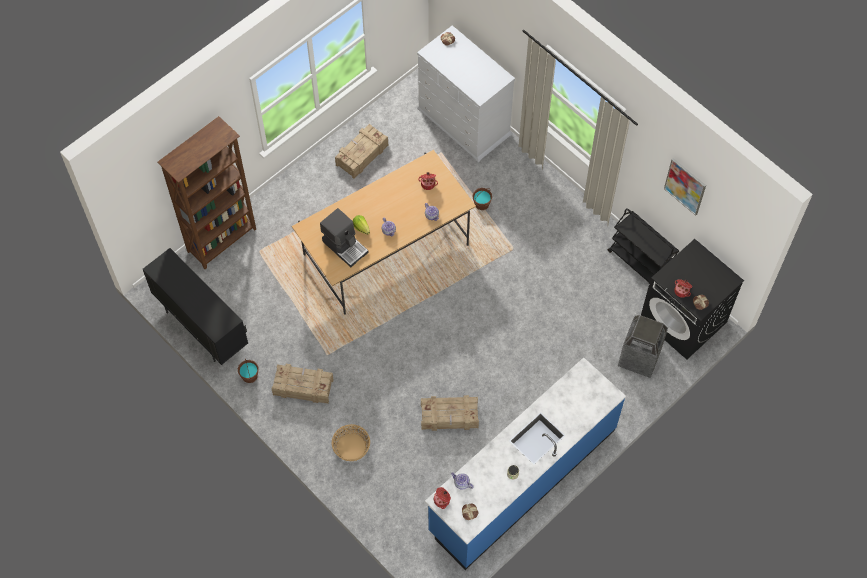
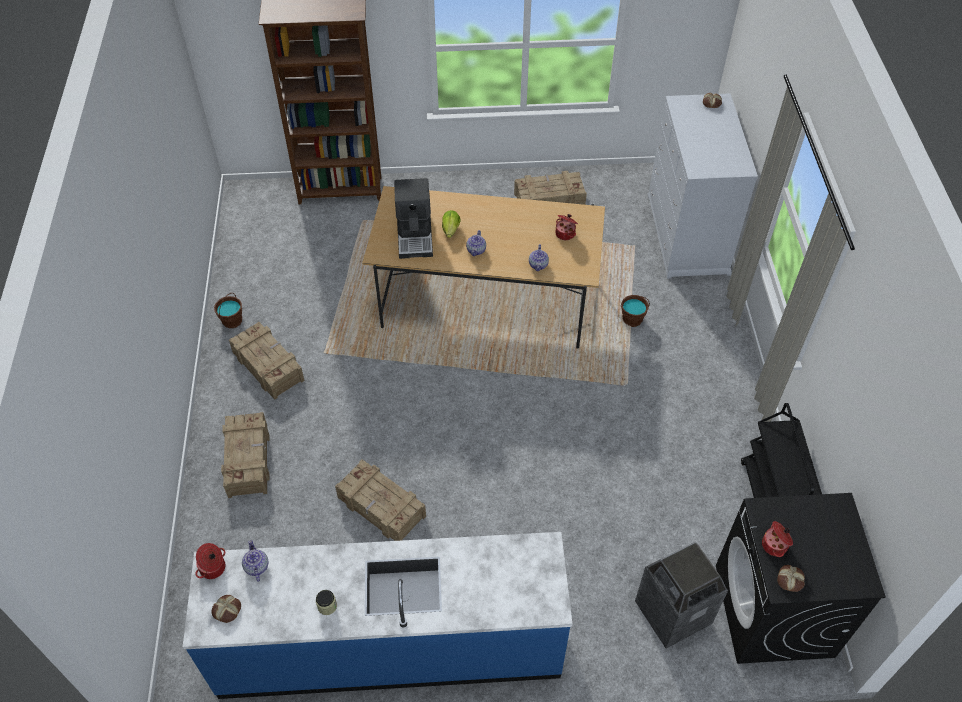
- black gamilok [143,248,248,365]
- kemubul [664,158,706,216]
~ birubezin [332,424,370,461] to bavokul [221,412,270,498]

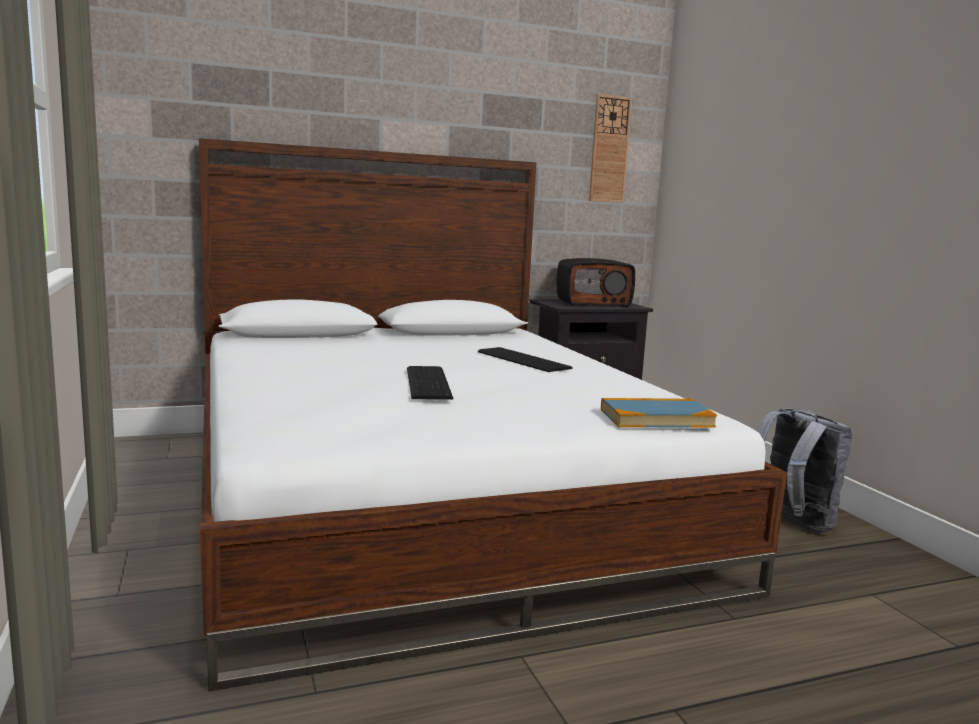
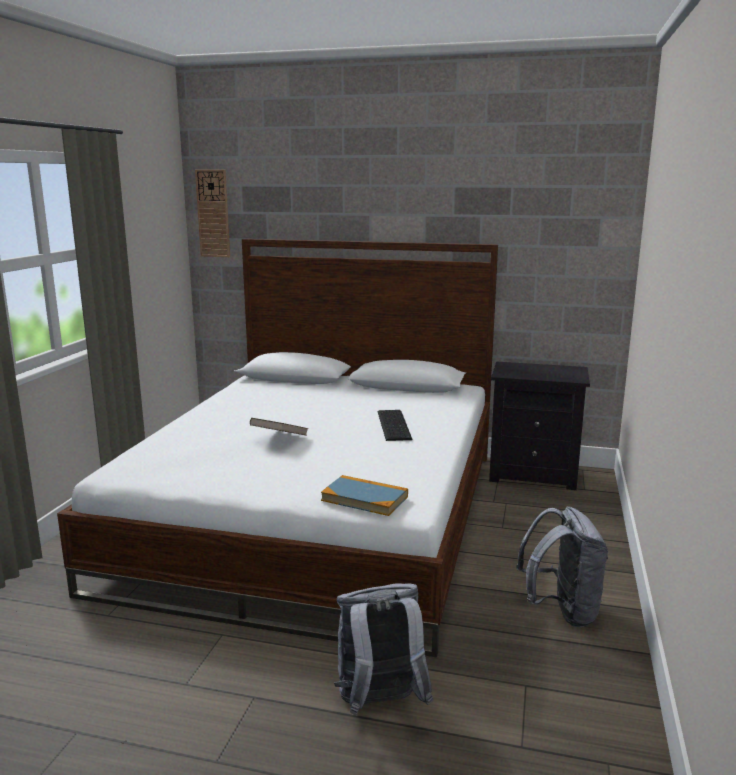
- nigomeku [557,258,635,307]
+ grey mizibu [334,583,434,715]
~ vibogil [589,94,632,203] to [195,170,230,257]
~ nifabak [407,366,453,400] to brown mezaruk [250,418,308,436]

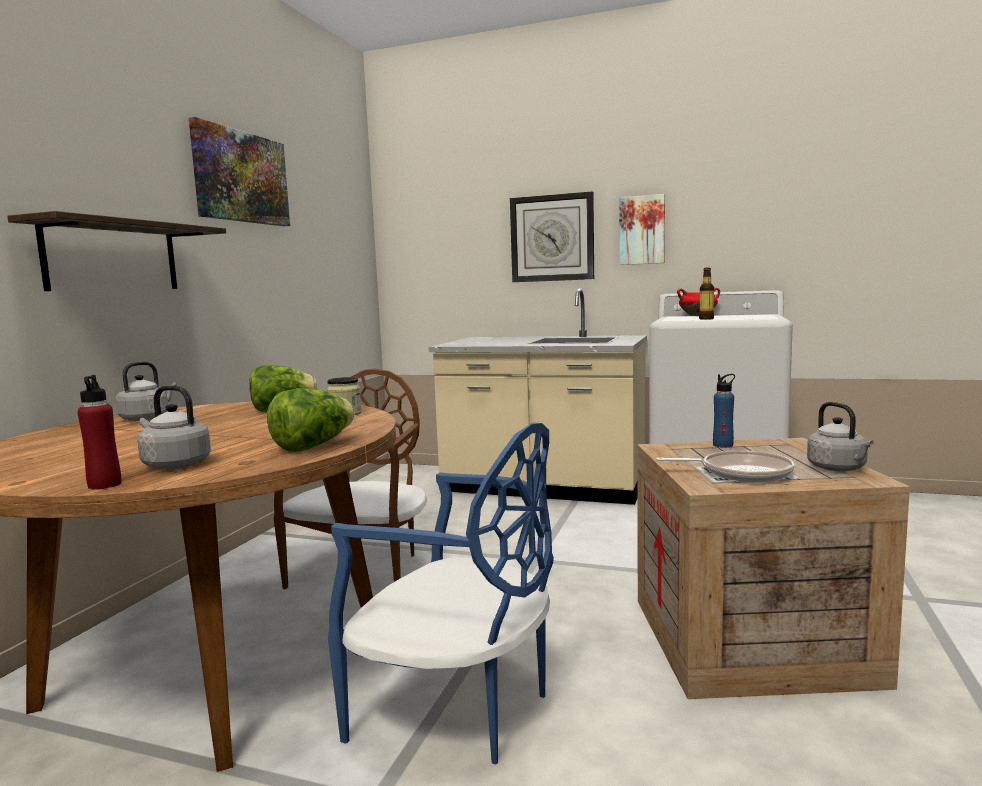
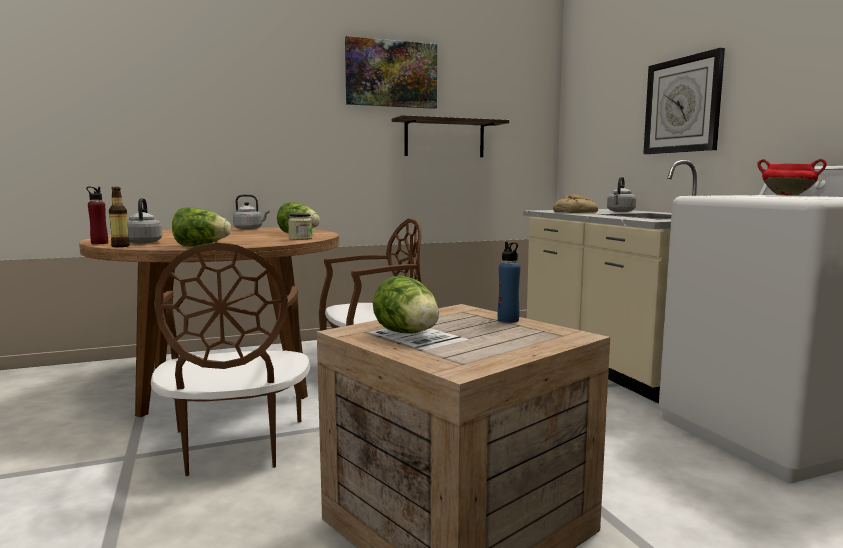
- kemubul [619,194,665,265]
+ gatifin [553,195,598,213]
~ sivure [7,211,226,291] to [392,115,509,157]
~ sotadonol [699,267,714,320] to [109,187,130,247]
~ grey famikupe [807,402,874,471] to [607,177,636,212]
~ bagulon [656,450,795,482] to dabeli [373,275,439,334]
~ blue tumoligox [328,422,554,765] to brown tumoligox [151,243,310,476]

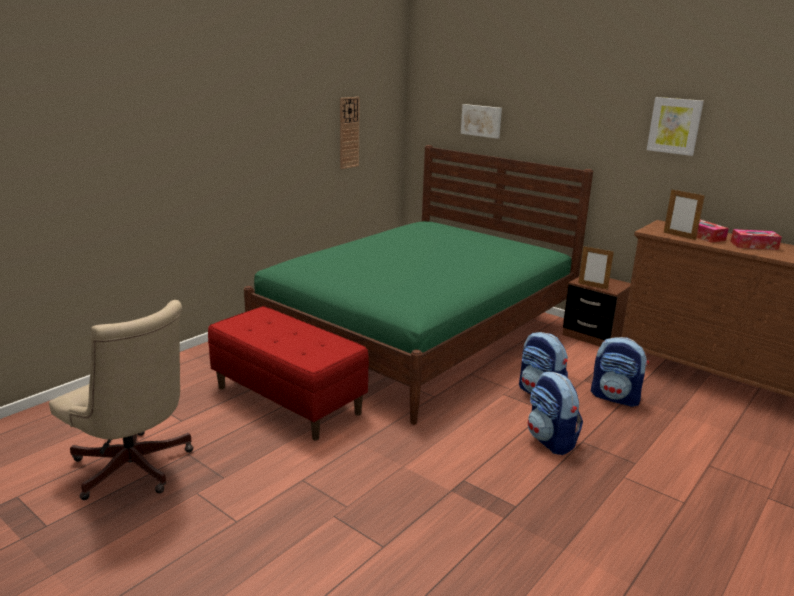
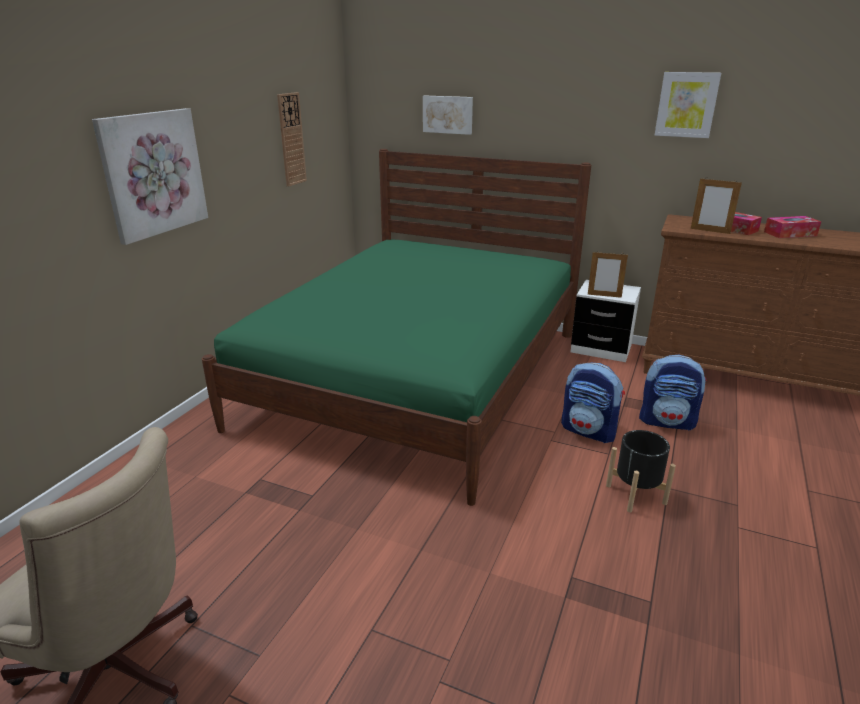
- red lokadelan [208,306,369,440]
+ kemubul [92,108,208,245]
~ mizibu [528,372,583,455] to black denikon [606,430,676,513]
~ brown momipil [563,277,631,346] to white momipil [571,280,641,362]

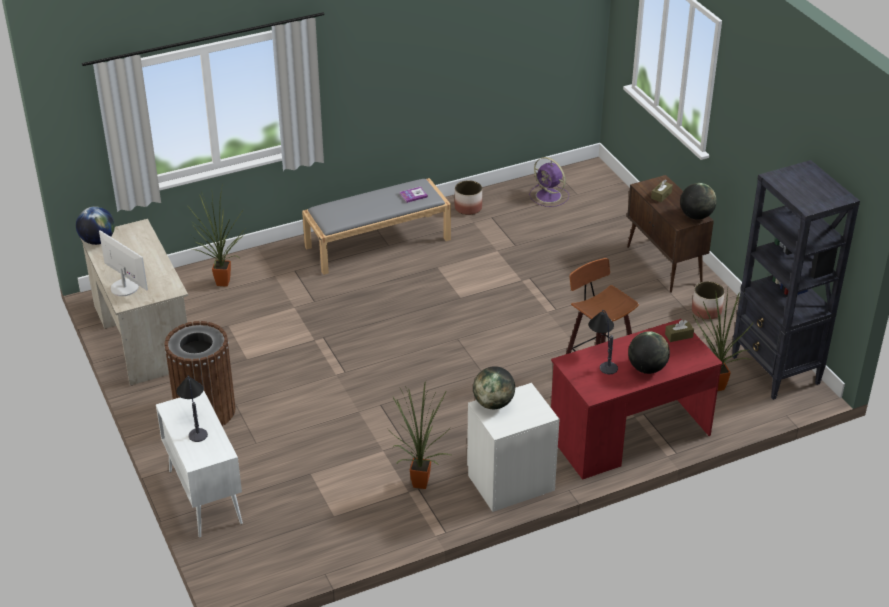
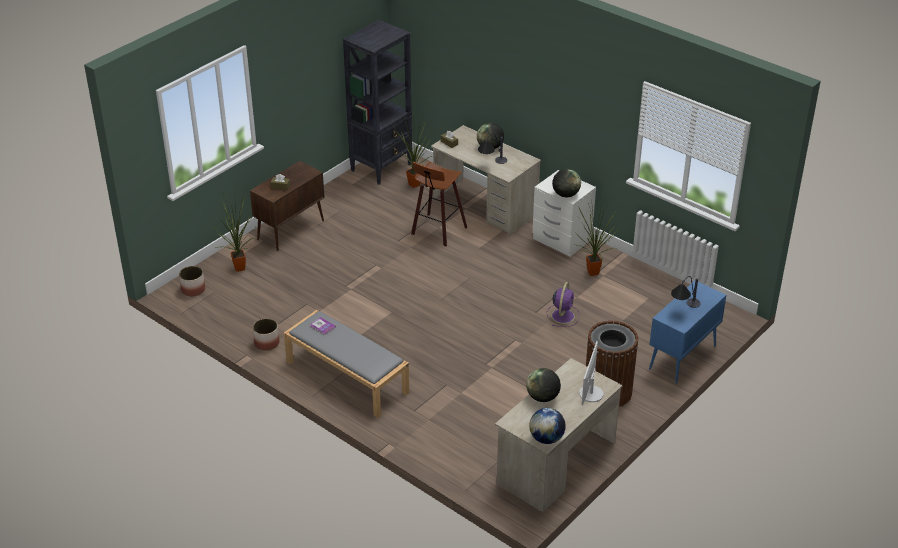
~ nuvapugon [187,183,245,287] to [215,186,255,272]
~ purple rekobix [529,157,569,207] to [547,282,580,327]
~ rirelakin [680,183,717,220] to [526,368,561,402]
~ denikon [692,281,725,320] to [179,266,205,296]
~ white gamilok [156,391,243,538] to blue gamilok [649,281,726,384]
~ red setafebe [551,319,723,480] to beige setafebe [431,125,541,236]

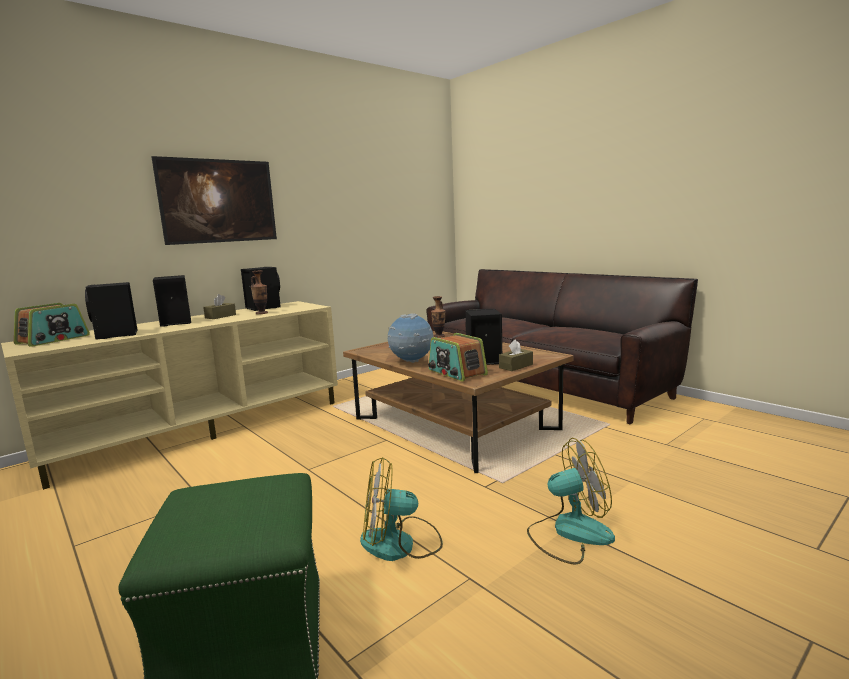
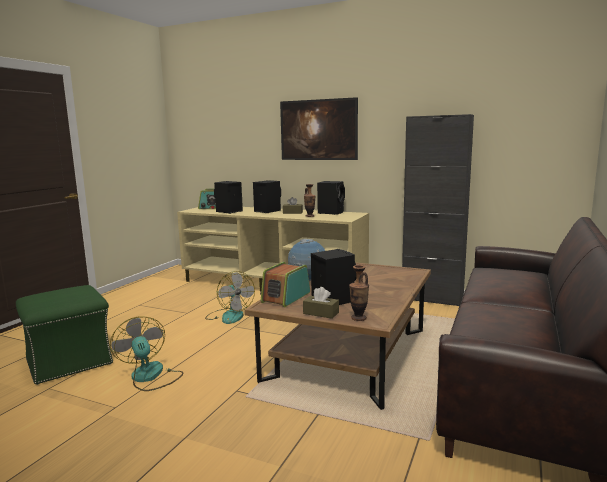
+ black gamilok [402,114,474,307]
~ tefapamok [431,296,445,338] to [349,265,369,321]
~ rekobix [527,438,615,565] to [205,271,255,324]

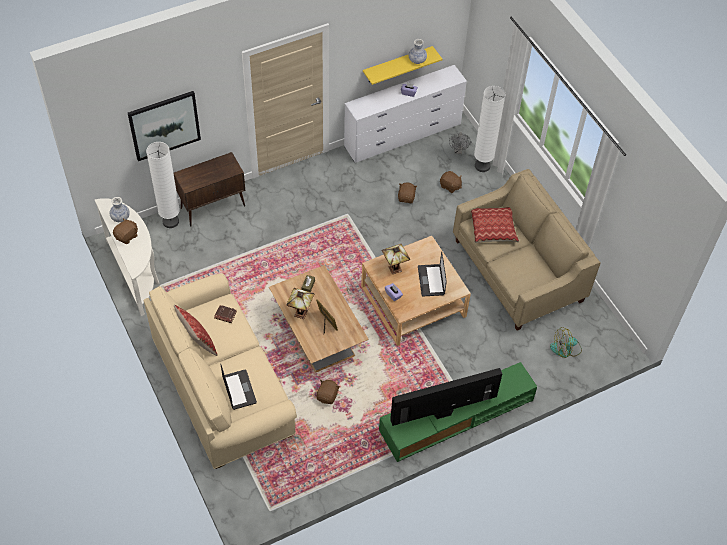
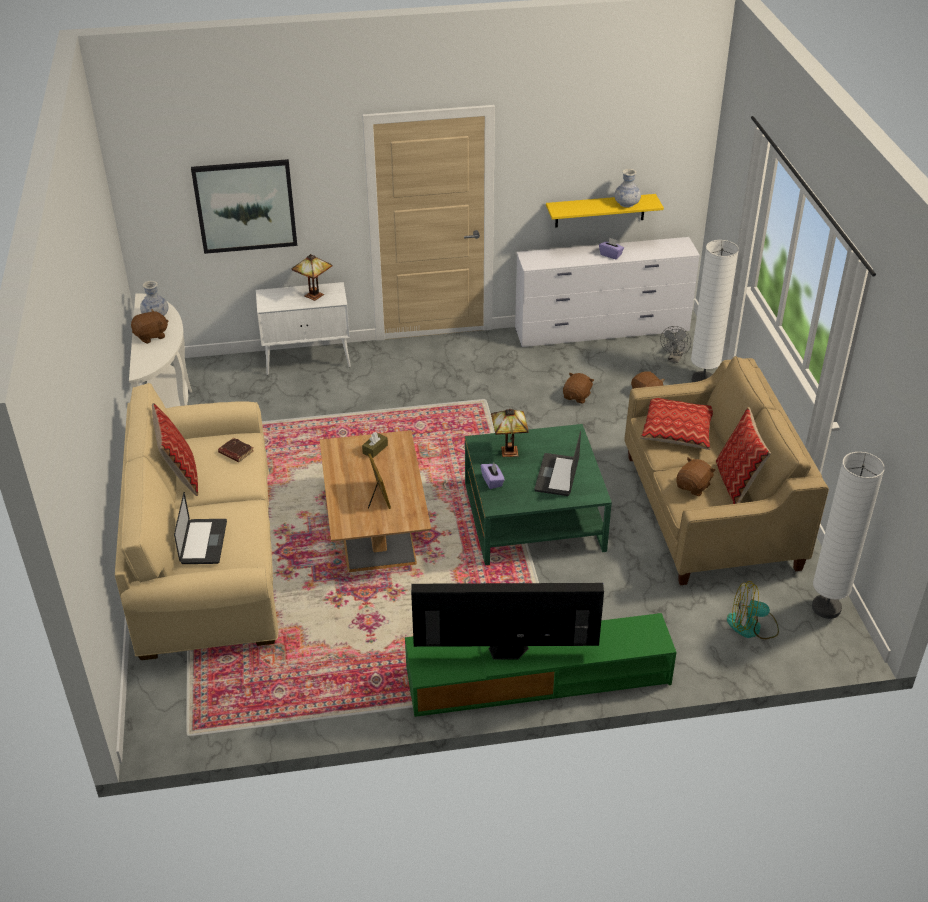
+ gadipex [716,407,771,504]
~ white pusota [146,142,180,228] to [812,452,885,619]
~ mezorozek [286,288,315,319] to [292,254,333,301]
~ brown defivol [316,380,340,404] to [676,457,716,496]
~ brown gamilok [173,152,245,227] to white gamilok [256,282,351,375]
~ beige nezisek [361,236,471,346] to green nezisek [465,424,612,565]

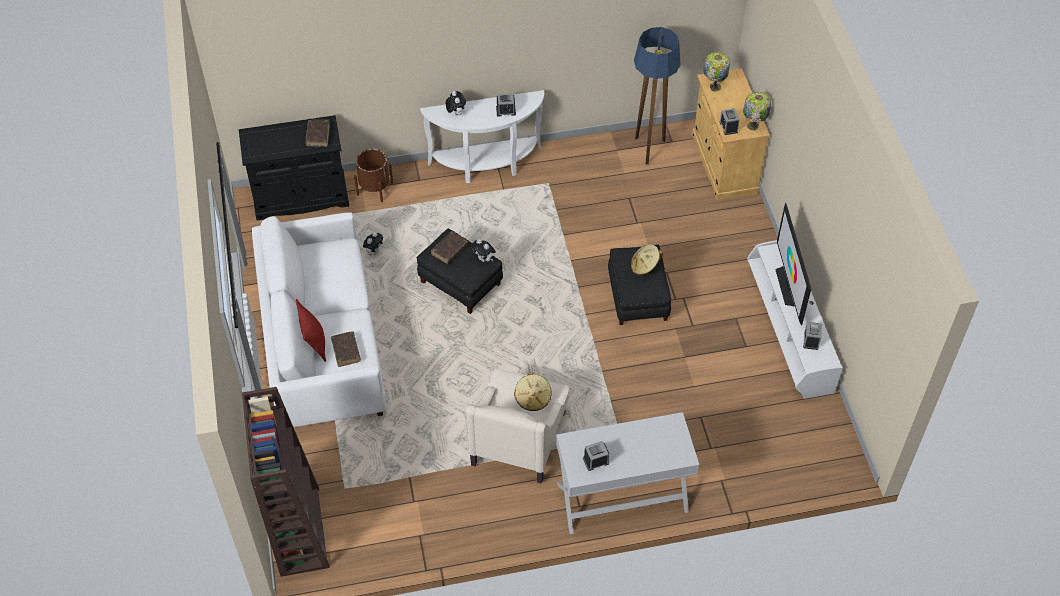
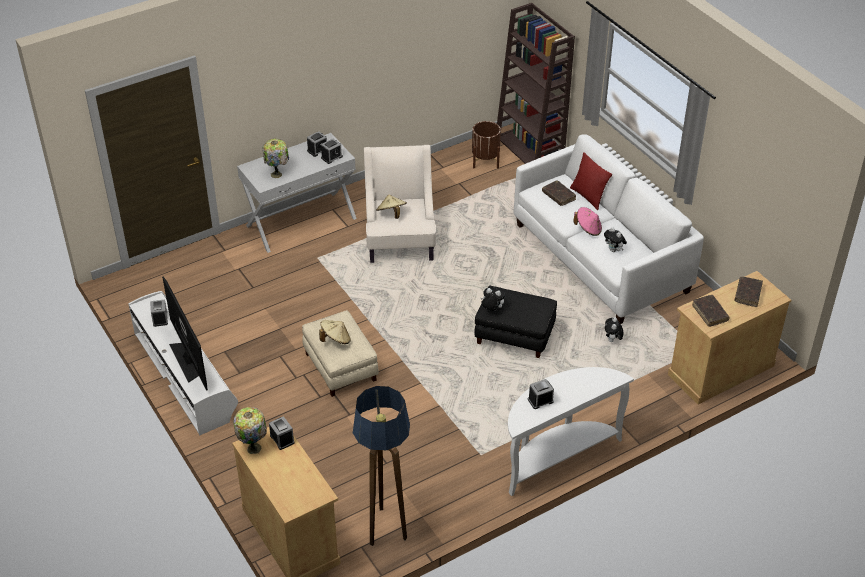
+ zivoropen [321,139,343,164]
+ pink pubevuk [573,207,602,236]
~ brown denikon [354,149,393,202] to [472,121,501,168]
~ brown mezaruk [431,231,468,264] to [735,277,763,307]
~ defivol [446,91,466,115] to [604,227,627,252]
~ mezorozek [703,52,730,92] to [263,139,289,178]
~ black gamilok [239,115,349,221] to beige gamilok [668,271,791,404]
~ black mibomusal [608,245,671,325] to beige mibomusal [302,310,379,397]

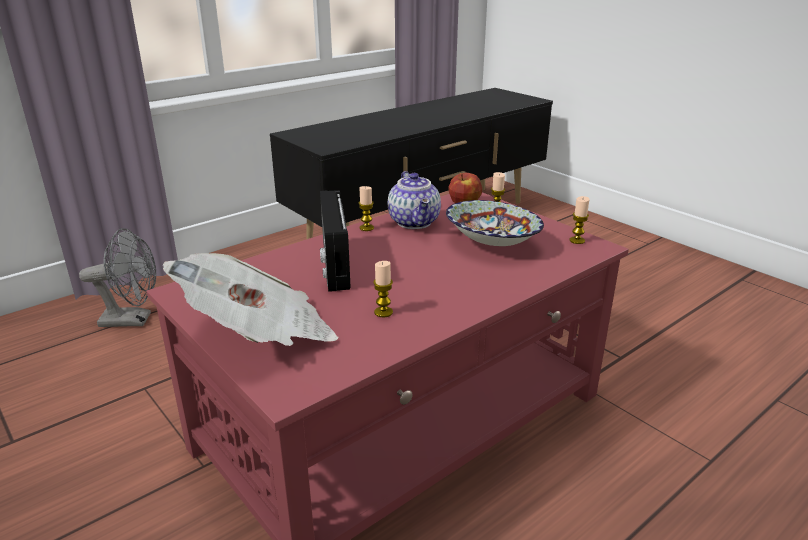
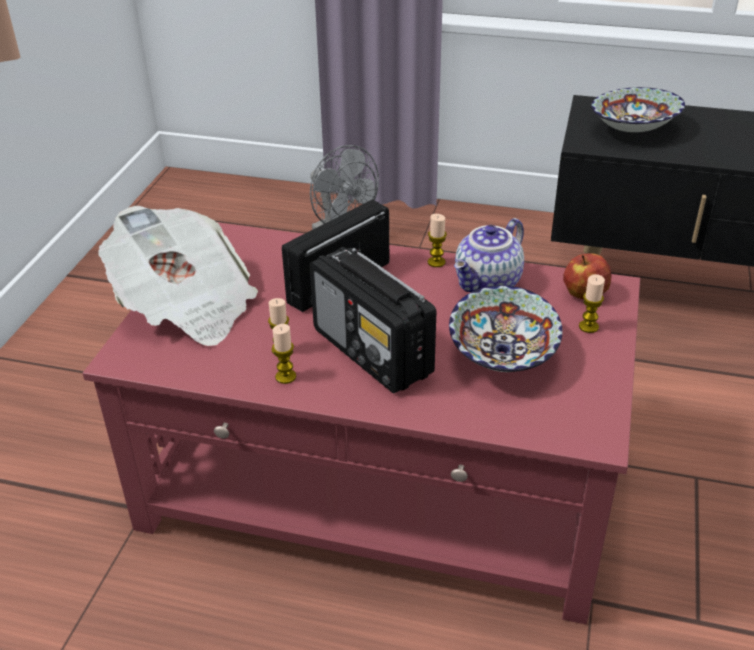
+ nigomeku [309,247,436,393]
+ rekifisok [591,87,685,132]
~ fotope [569,196,590,244] to [272,324,296,384]

